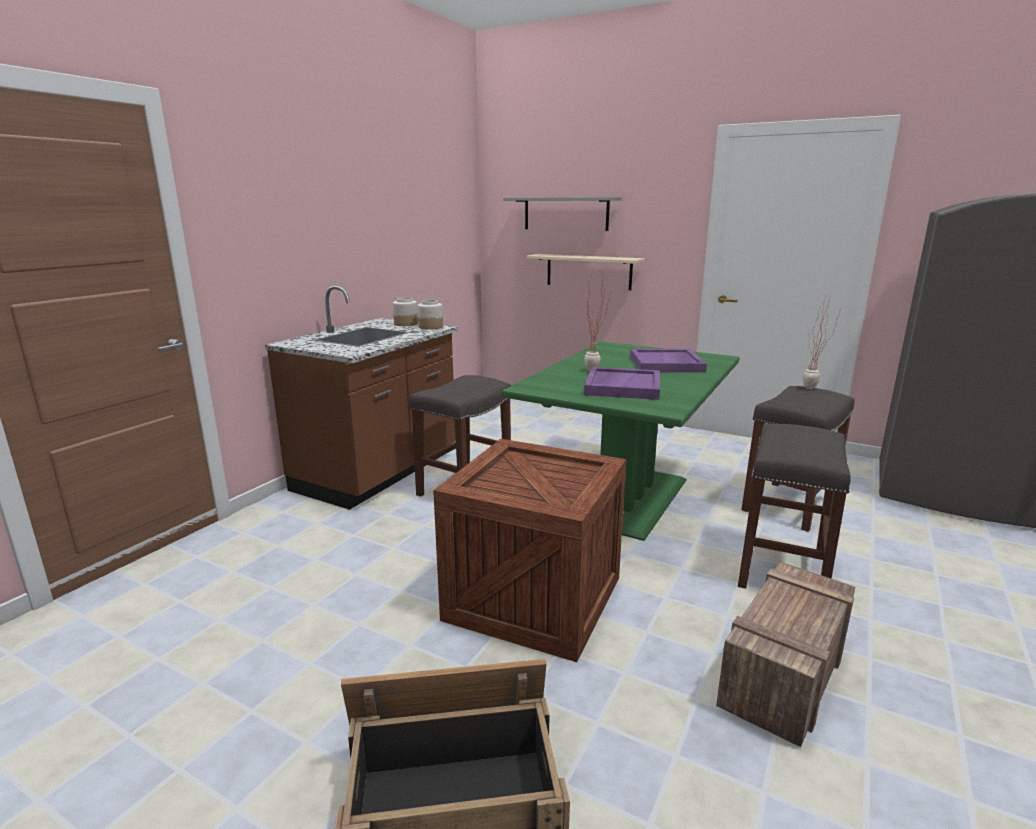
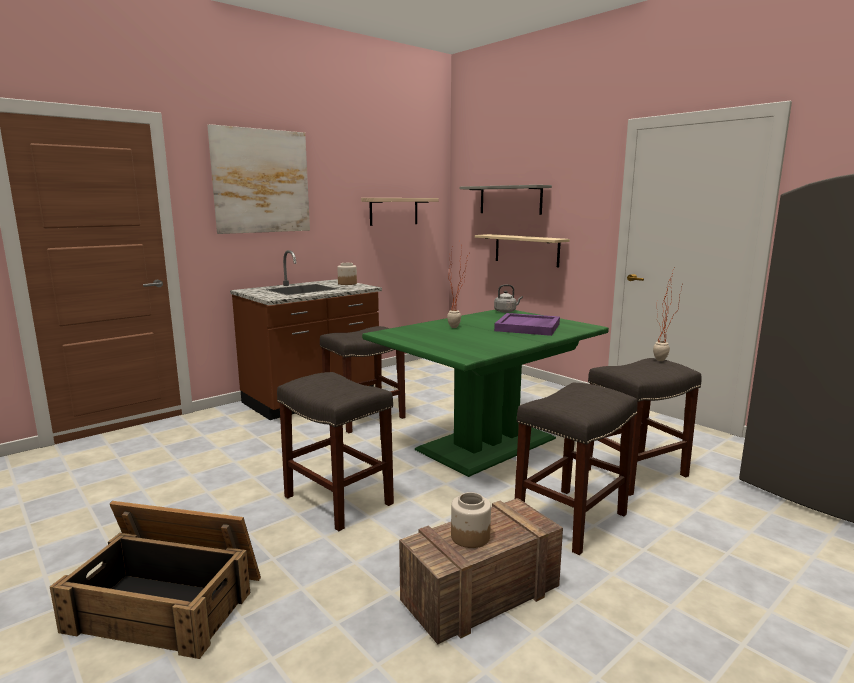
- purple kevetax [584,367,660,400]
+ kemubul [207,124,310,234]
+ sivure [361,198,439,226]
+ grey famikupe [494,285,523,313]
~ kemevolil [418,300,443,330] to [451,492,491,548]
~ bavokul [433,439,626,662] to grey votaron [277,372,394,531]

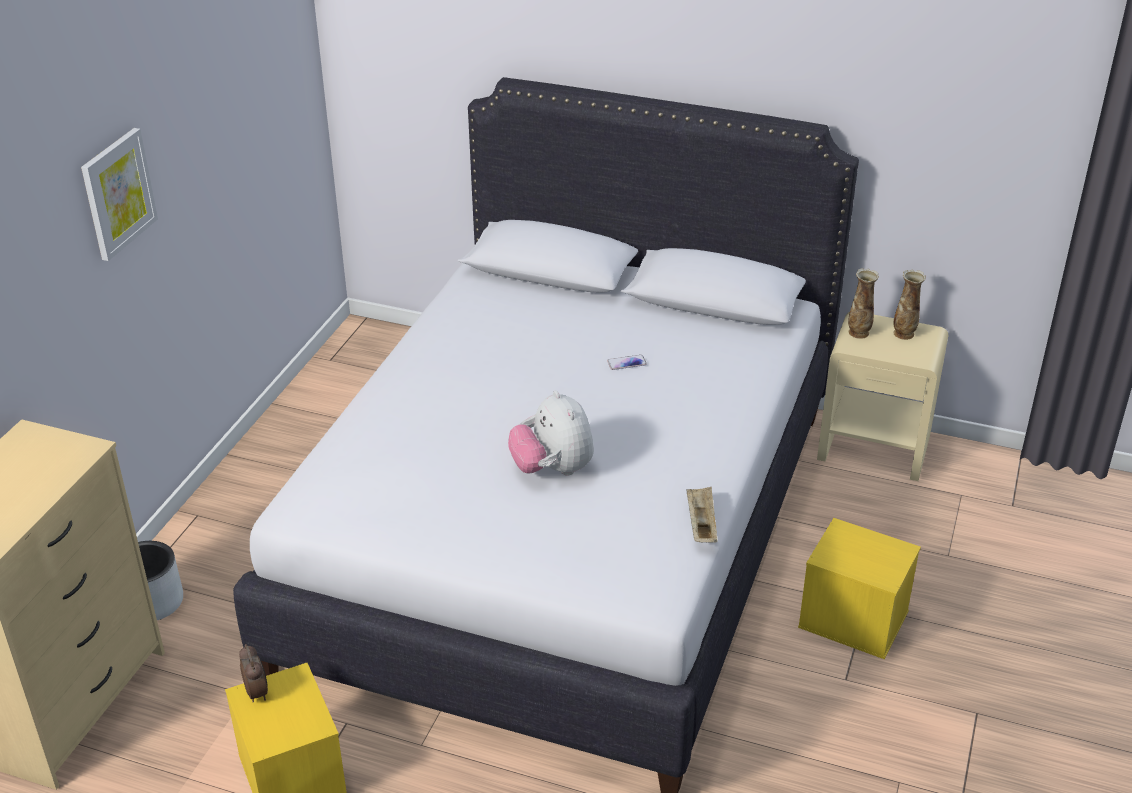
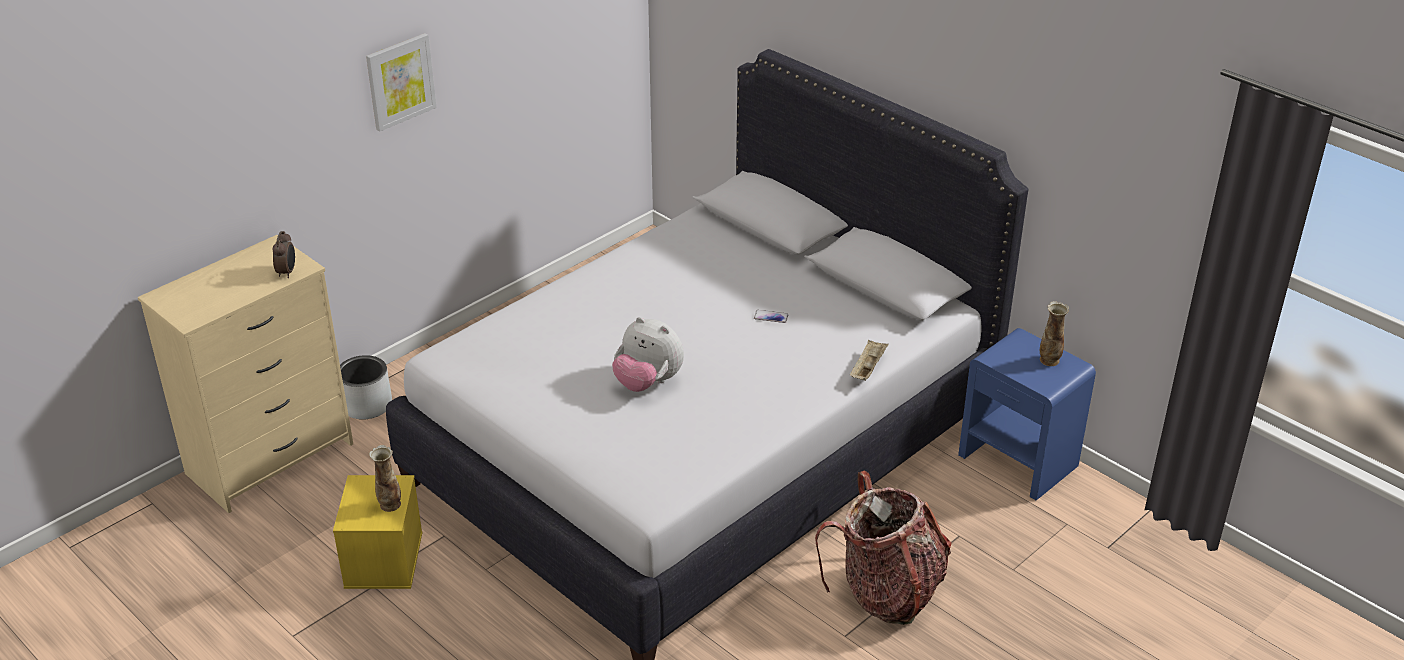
~ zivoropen [239,644,268,702] to [272,231,295,278]
~ beige kevetax [686,487,717,543] to [850,340,889,381]
~ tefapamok [848,269,879,339] to [369,445,401,512]
~ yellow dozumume [798,518,921,659] to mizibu [815,471,952,625]
~ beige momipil [817,312,949,481] to blue momipil [958,328,1096,500]
~ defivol [508,390,594,475] = [612,317,684,392] 60 degrees counterclockwise

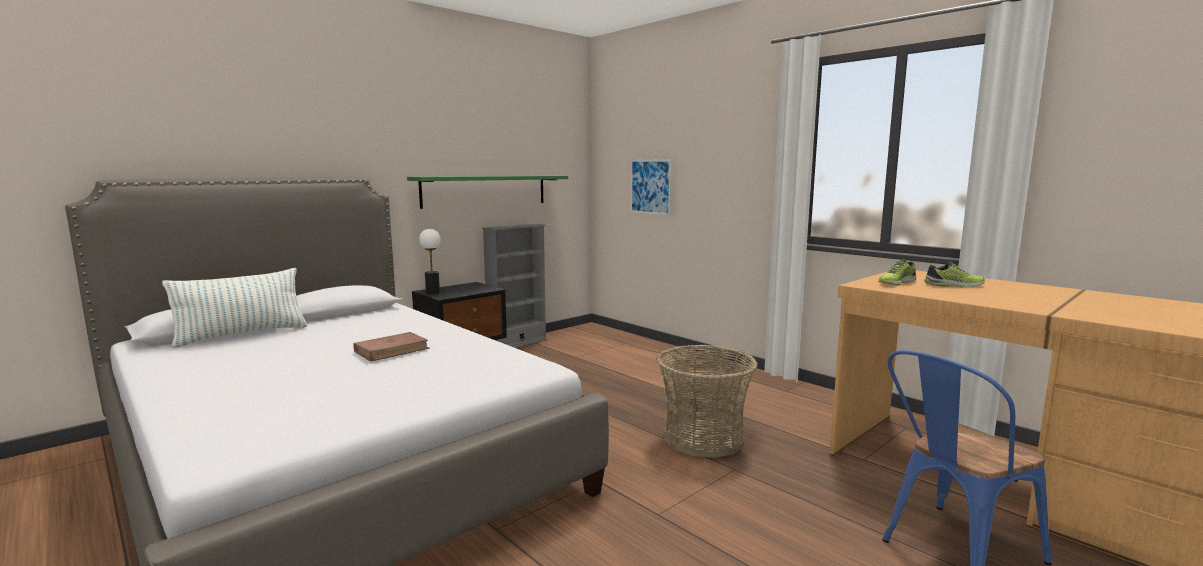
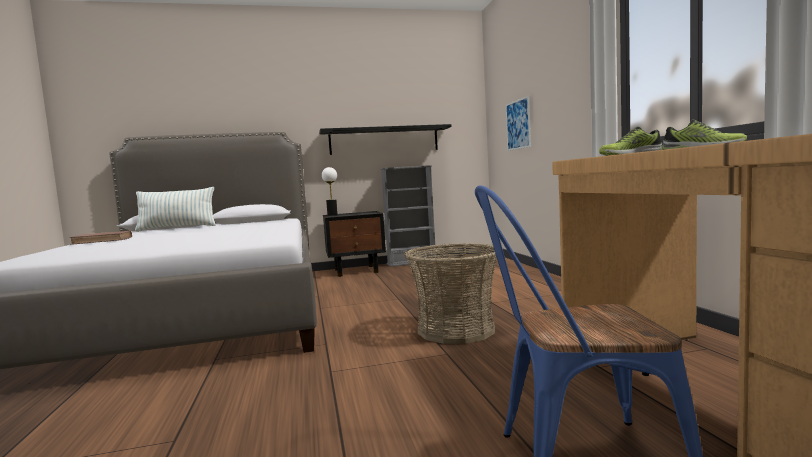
~ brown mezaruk [353,332,430,362] to [69,231,132,245]
~ green sivure [407,176,568,209] to black sivure [319,124,452,155]

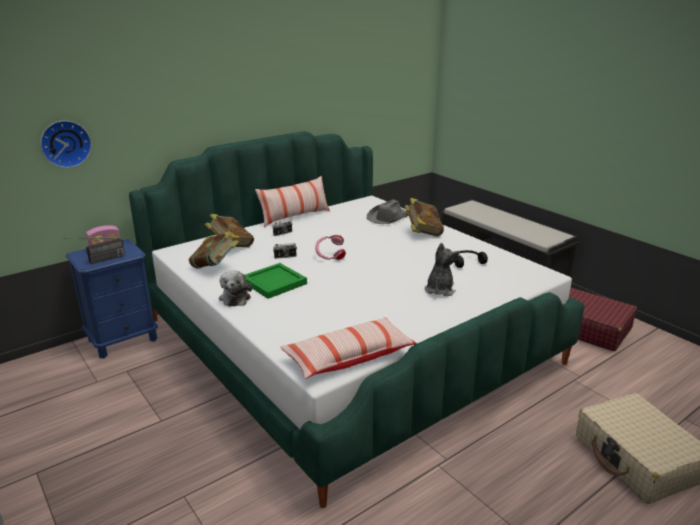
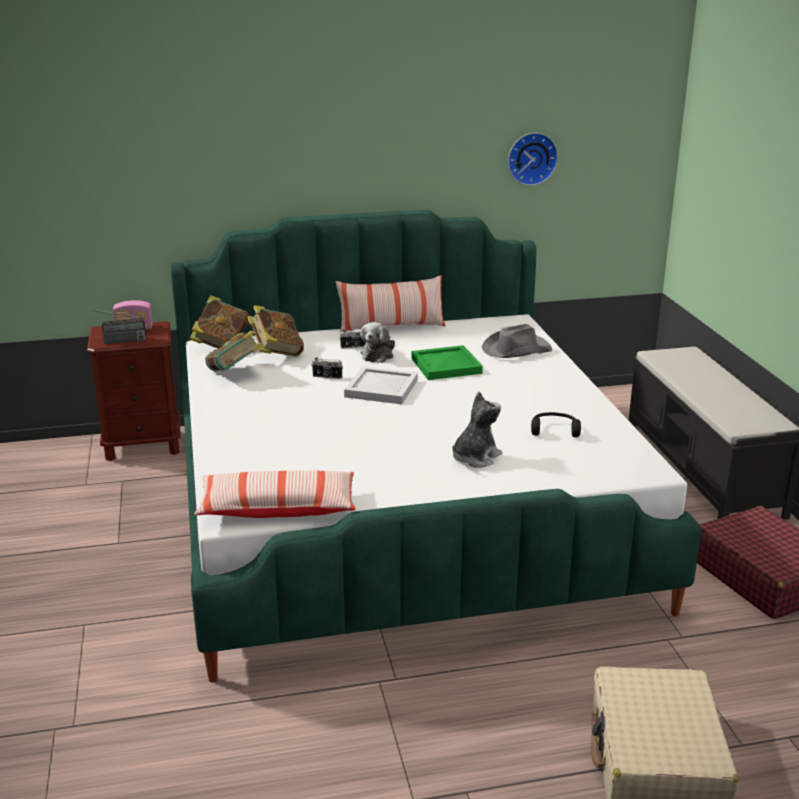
~ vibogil [40,121,92,168] to [508,133,558,186]
~ defivol [219,270,252,307] to [360,322,395,363]
~ green kevetax [245,263,307,299] to [411,345,483,380]
~ mezaruk [405,198,444,237] to [190,295,249,349]
~ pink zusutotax [315,235,346,260] to white kevetax [344,366,418,404]
~ blue momipil [66,239,158,359] to brown momipil [87,321,181,461]

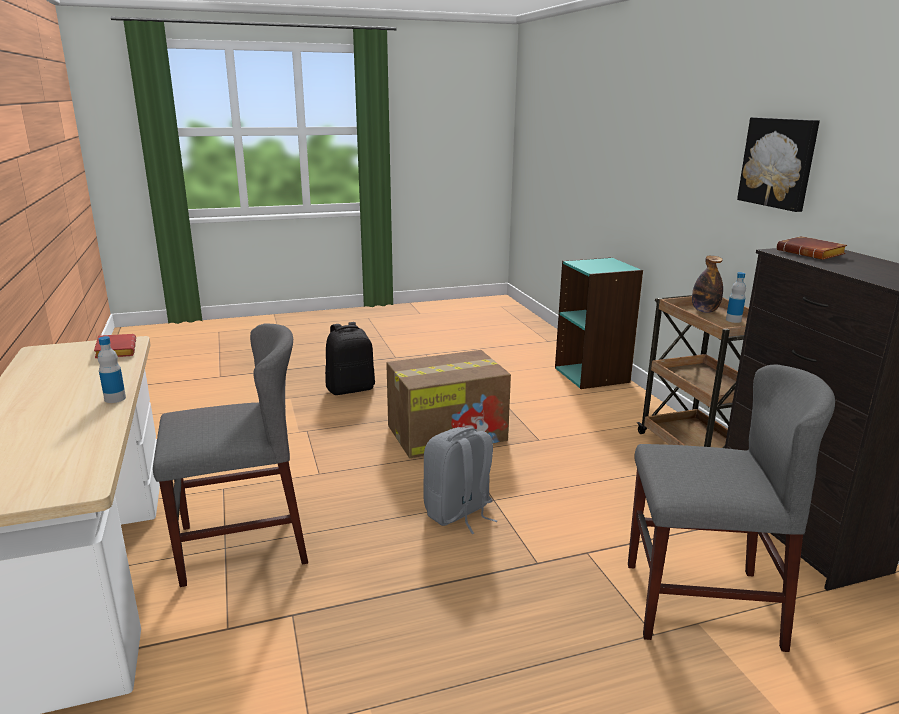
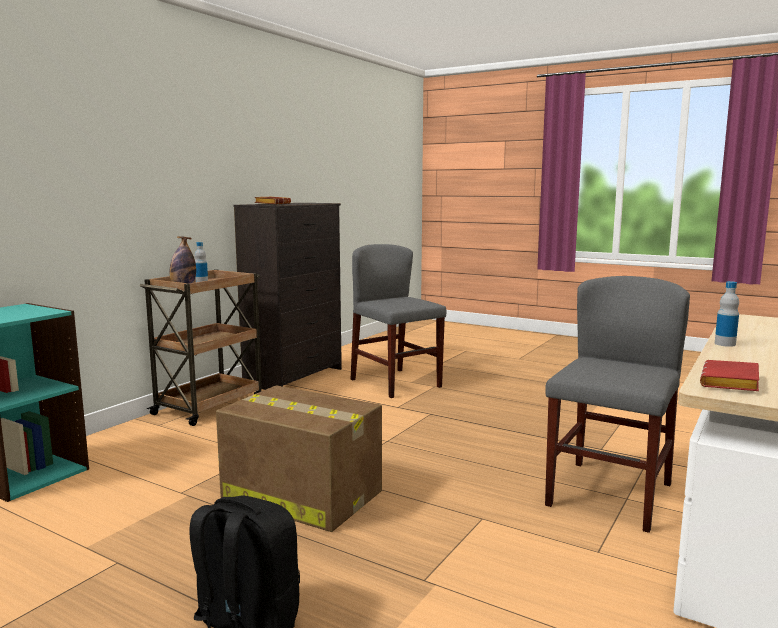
- grey mizibu [423,427,497,534]
- kemubul [737,117,820,212]
~ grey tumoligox [153,324,308,587] = [545,276,690,533] 90 degrees clockwise

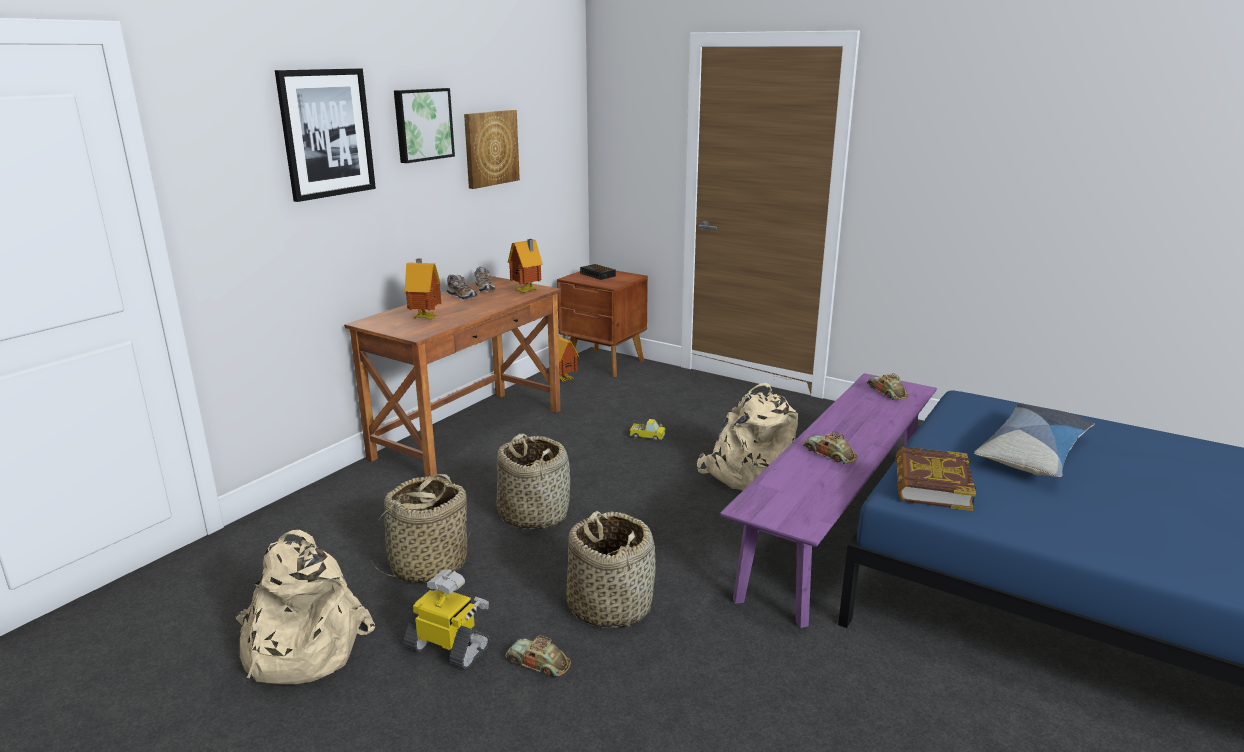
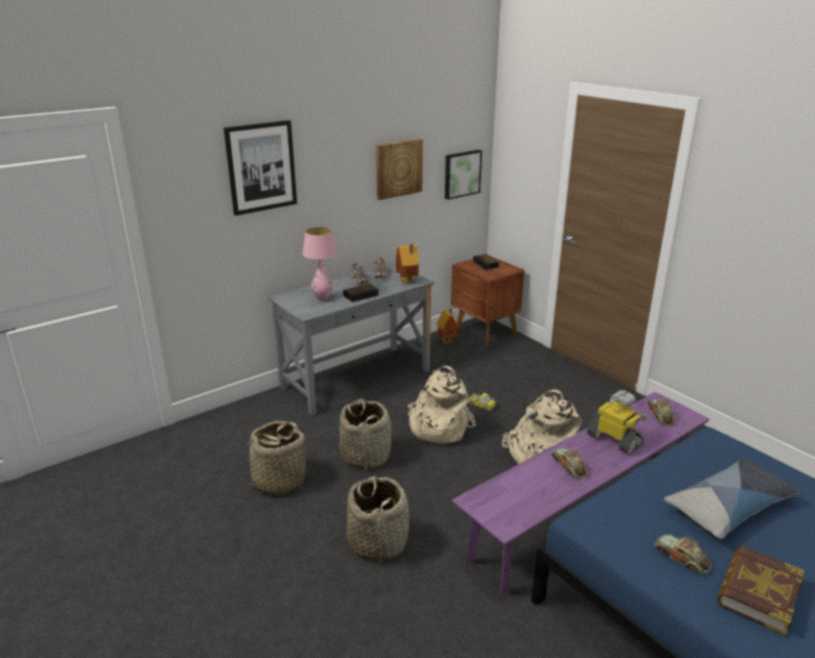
+ zivoropen [343,284,379,302]
~ beige mizibu [235,530,375,684] to [407,366,476,444]
~ kemubul [394,88,455,163] to [445,150,482,200]
~ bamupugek [404,569,490,669] to [587,390,647,455]
~ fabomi [506,635,571,677] to [654,534,712,574]
~ mezaruk [896,446,976,511] to [717,546,804,636]
~ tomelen [405,258,441,320] to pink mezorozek [302,227,337,301]
~ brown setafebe [344,277,561,477] to grey setafebe [268,263,434,416]

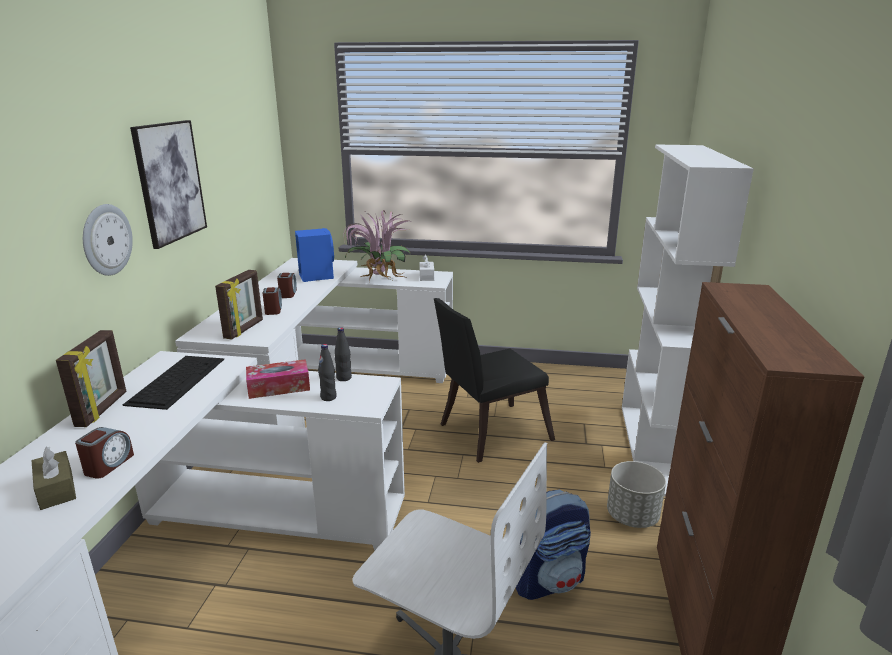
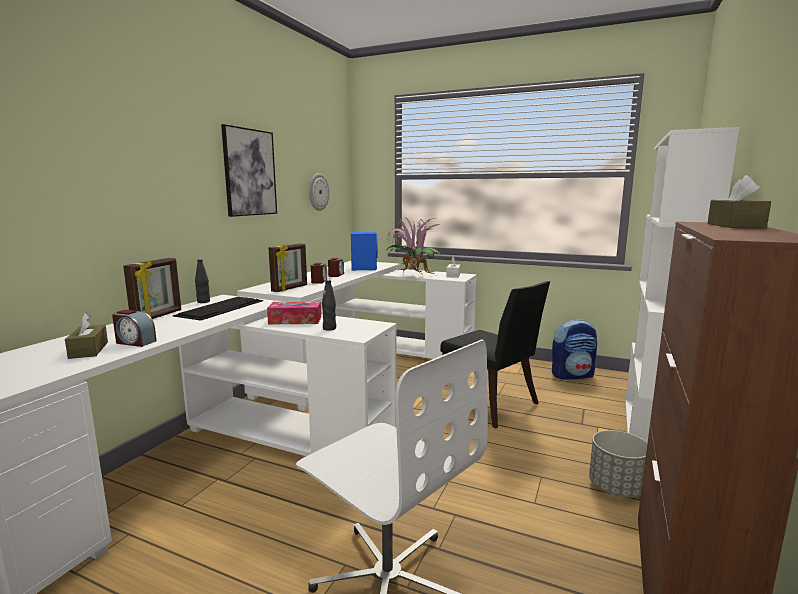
+ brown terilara [708,175,771,228]
~ vibogil [83,204,133,276] to [309,173,330,211]
~ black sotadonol [334,327,352,381] to [195,259,210,303]
~ mizibu [516,490,591,600] to [552,319,597,380]
~ zivoropen [75,427,134,479] = [112,310,157,347] 75 degrees clockwise
~ black tumoligox [434,298,555,463] = [440,281,550,428] 120 degrees counterclockwise

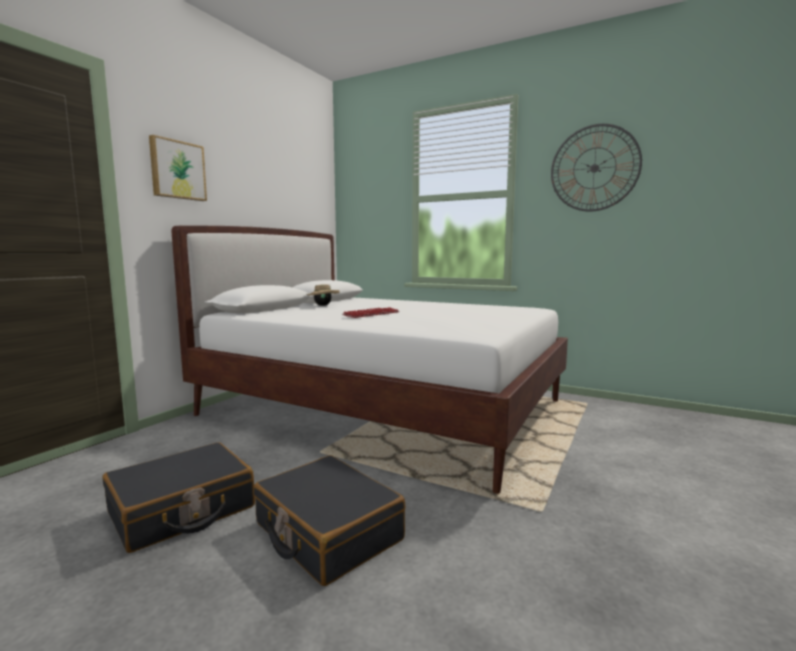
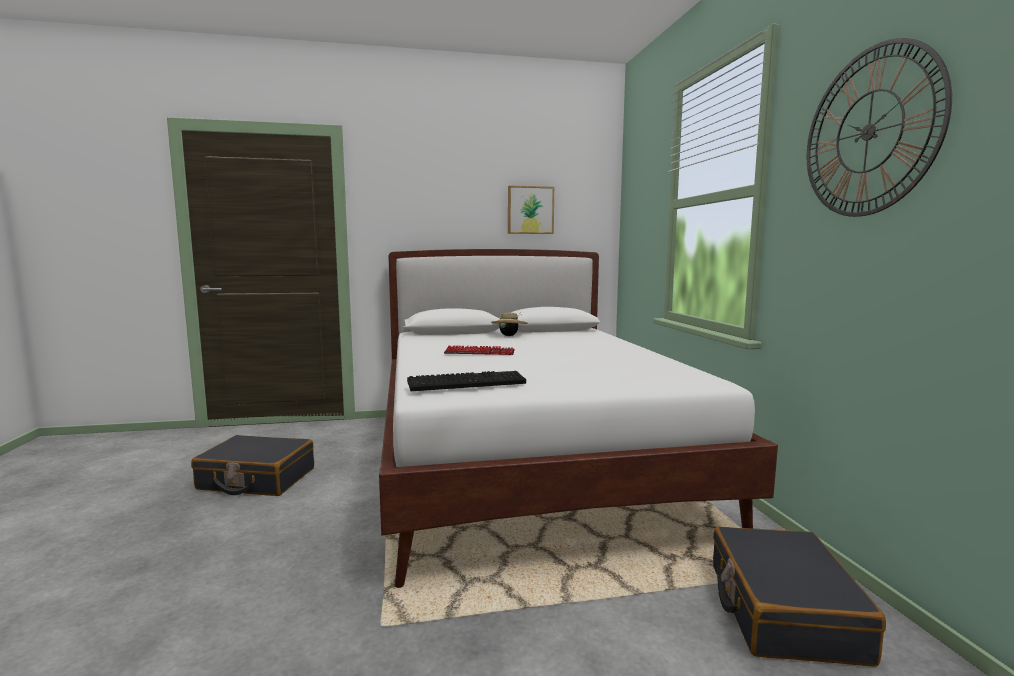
+ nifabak [407,371,526,391]
~ kemubul [149,135,207,201] to [508,186,554,234]
~ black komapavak [253,455,406,586] to [713,526,886,667]

